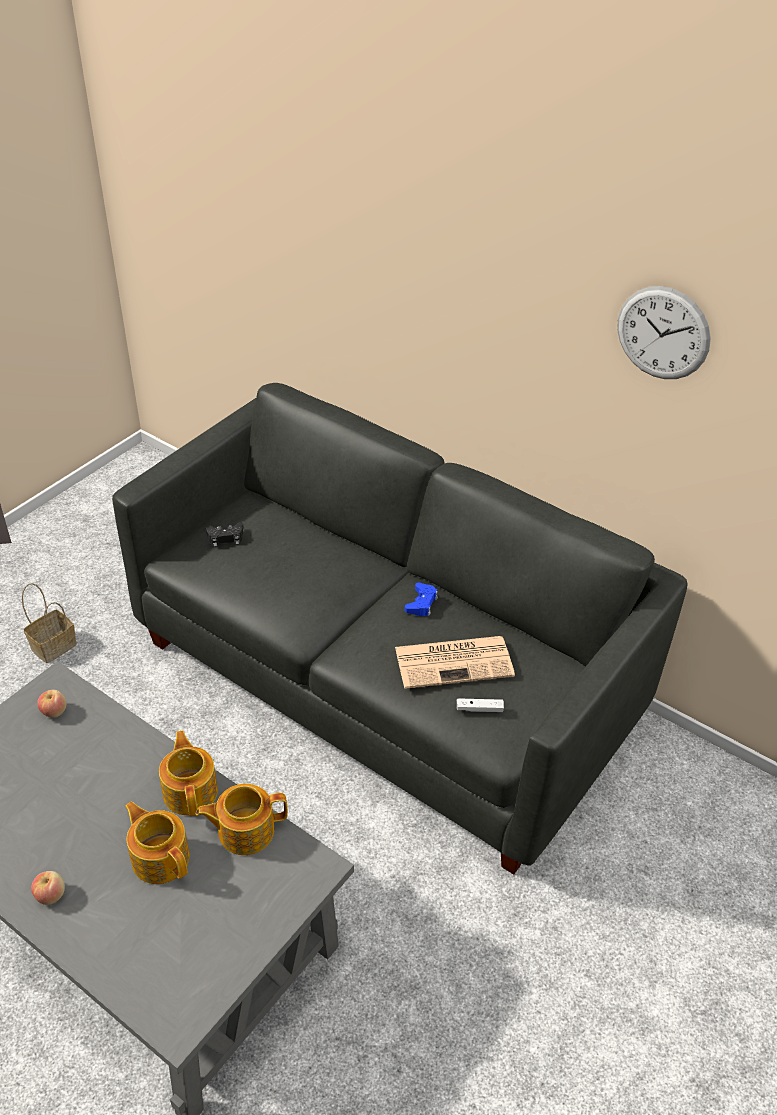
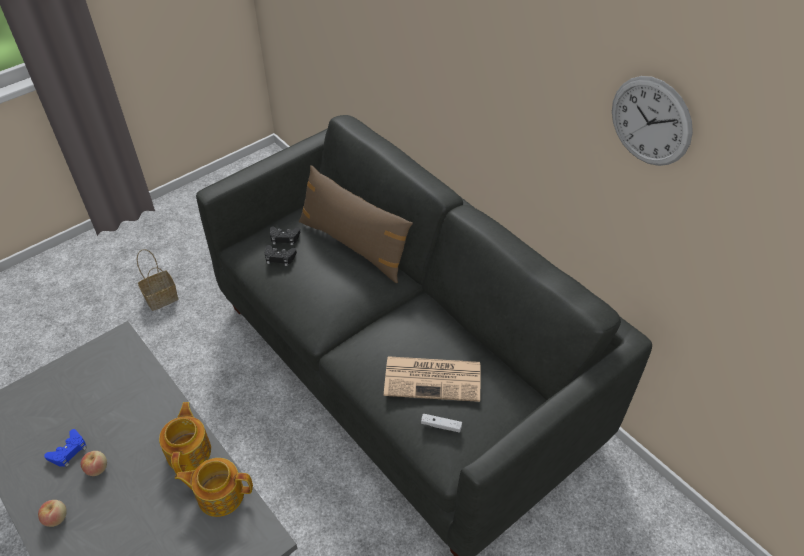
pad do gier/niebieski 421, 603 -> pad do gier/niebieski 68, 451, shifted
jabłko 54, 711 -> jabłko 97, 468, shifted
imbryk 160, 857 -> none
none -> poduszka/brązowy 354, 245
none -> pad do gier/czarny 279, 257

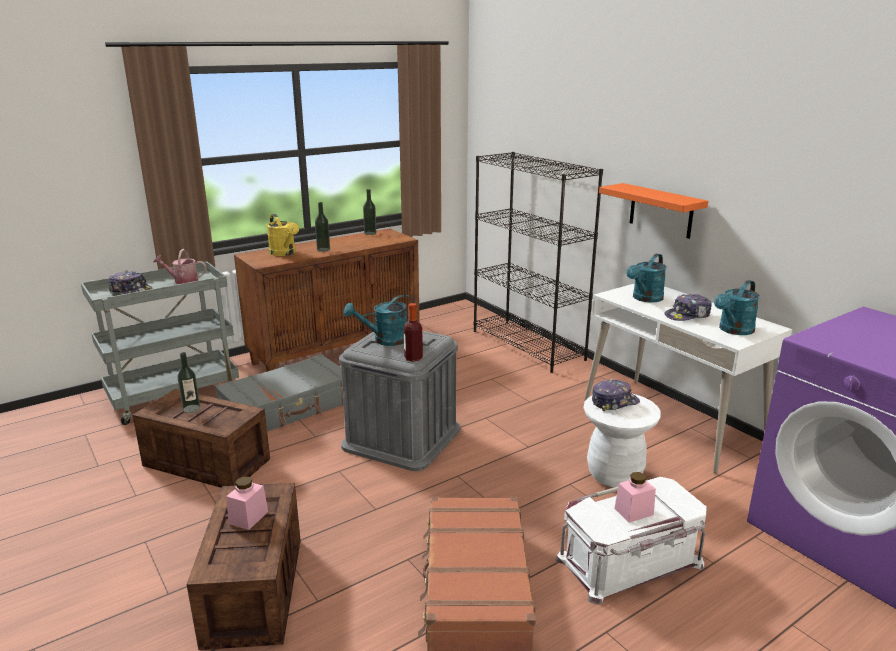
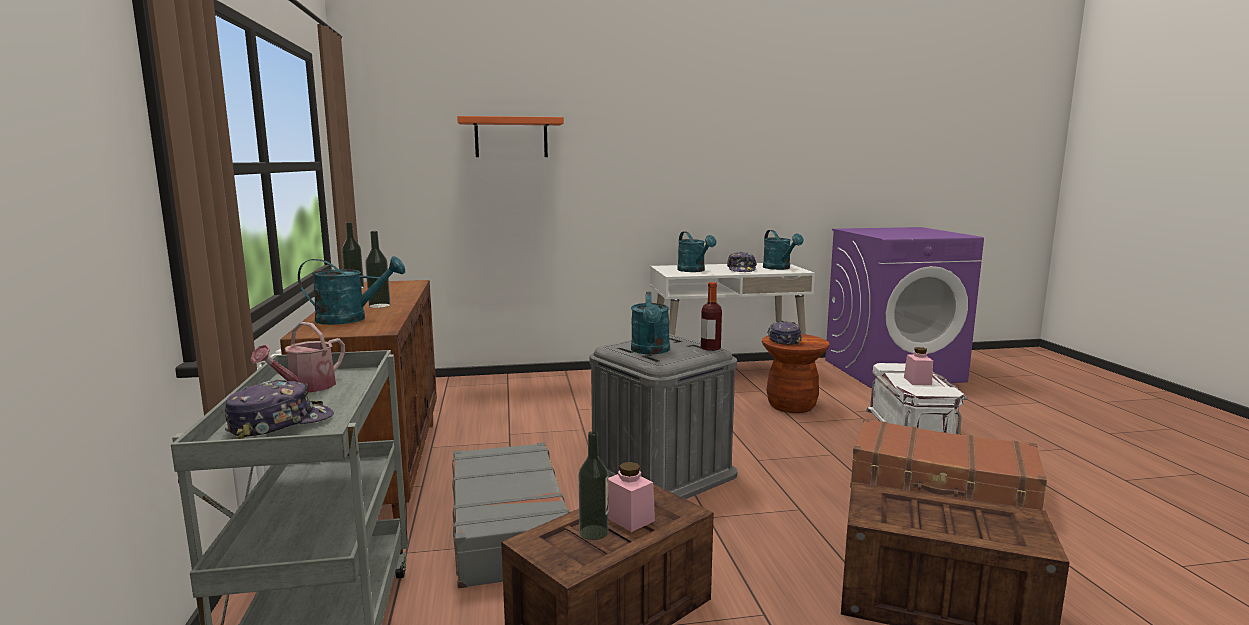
regał/czarny 528, 345 -> none
półka/pomarańczowy 661, 211 -> półka/pomarańczowy 511, 138, shifted
konewka/żółty 284, 253 -> konewka/turkusowy 351, 319
stołek/biały 614, 474 -> stołek/brązowy 791, 406
słoik/różowy 248, 517 -> słoik/różowy 629, 518, shifted

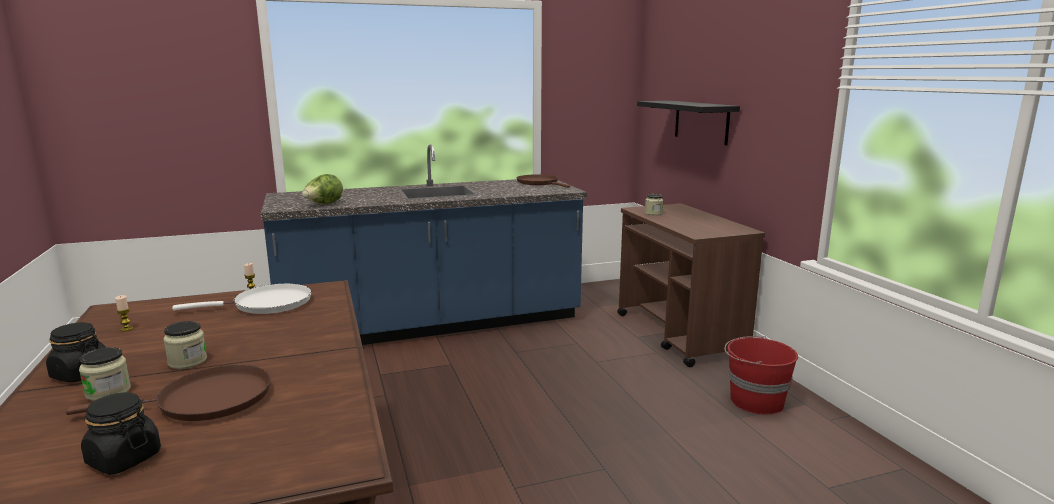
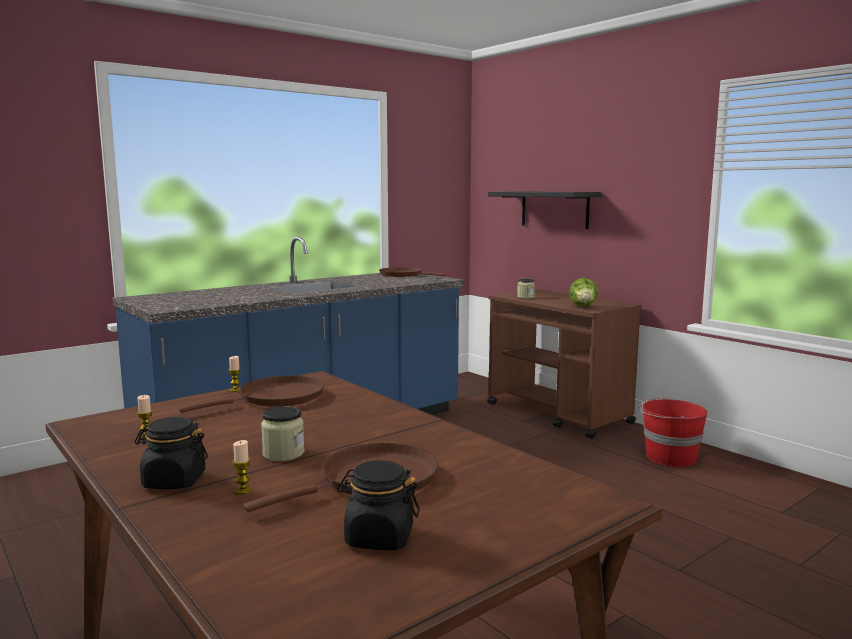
sałata 323, 204 -> sałata 583, 306, shifted
patelnia/biały 267, 304 -> patelnia/brązowy 276, 398
słoik 108, 392 -> świeca 243, 490

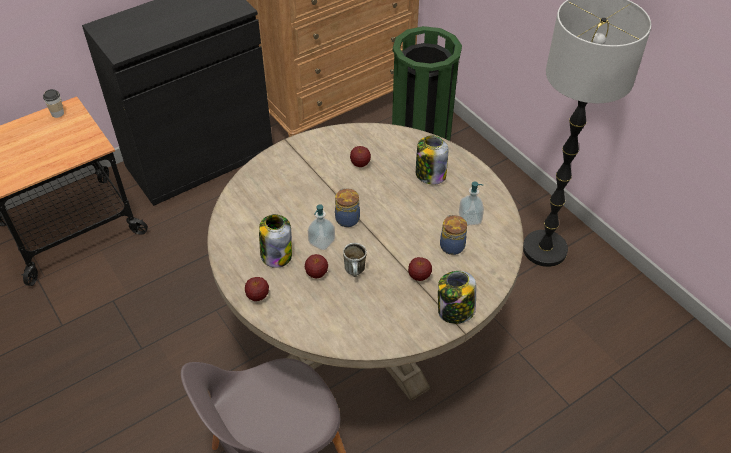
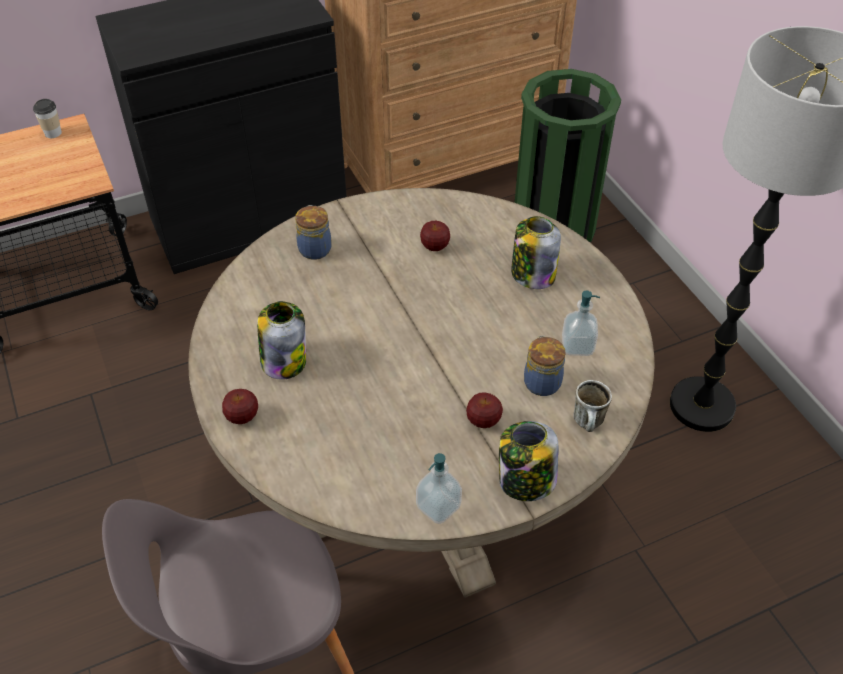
słoik 347, 218 -> słoik 315, 248, shifted
dozownik mydła 322, 241 -> dozownik mydła 438, 507, shifted
kubek 356, 272 -> kubek 589, 425, shifted
jabłko 316, 273 -> none

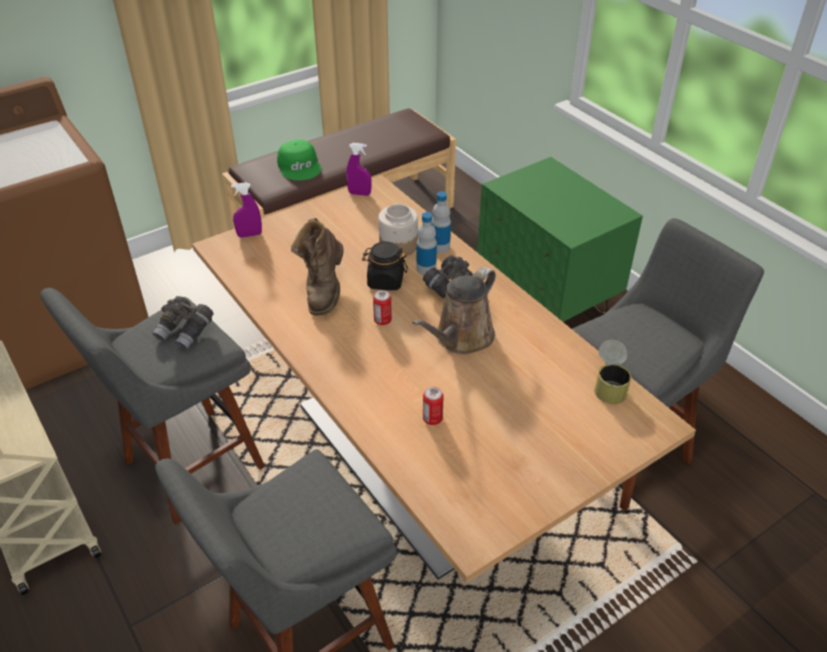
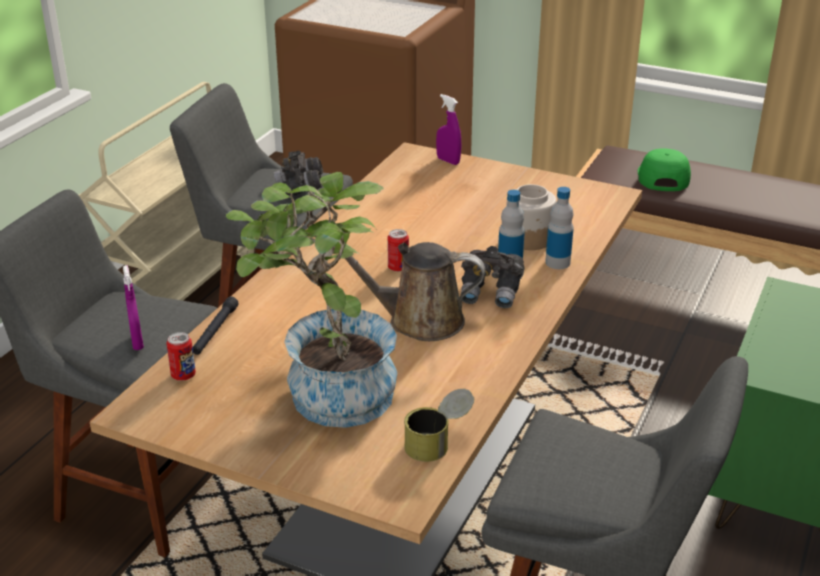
czapka z daszkiem/zielony 300, 166 -> czapka z daszkiem/zielony 662, 177, 150 degrees clockwise
spryskiwacz/fioletowy 359, 194 -> spryskiwacz/fioletowy 137, 342, shifted
but z cholewką/brązowy 324, 290 -> none
słoik/czarny 385, 281 -> none
puszka 432, 419 -> puszka 183, 375, shifted
none -> roślina doniczkowa 326, 394
none -> latarka/czarny 215, 331

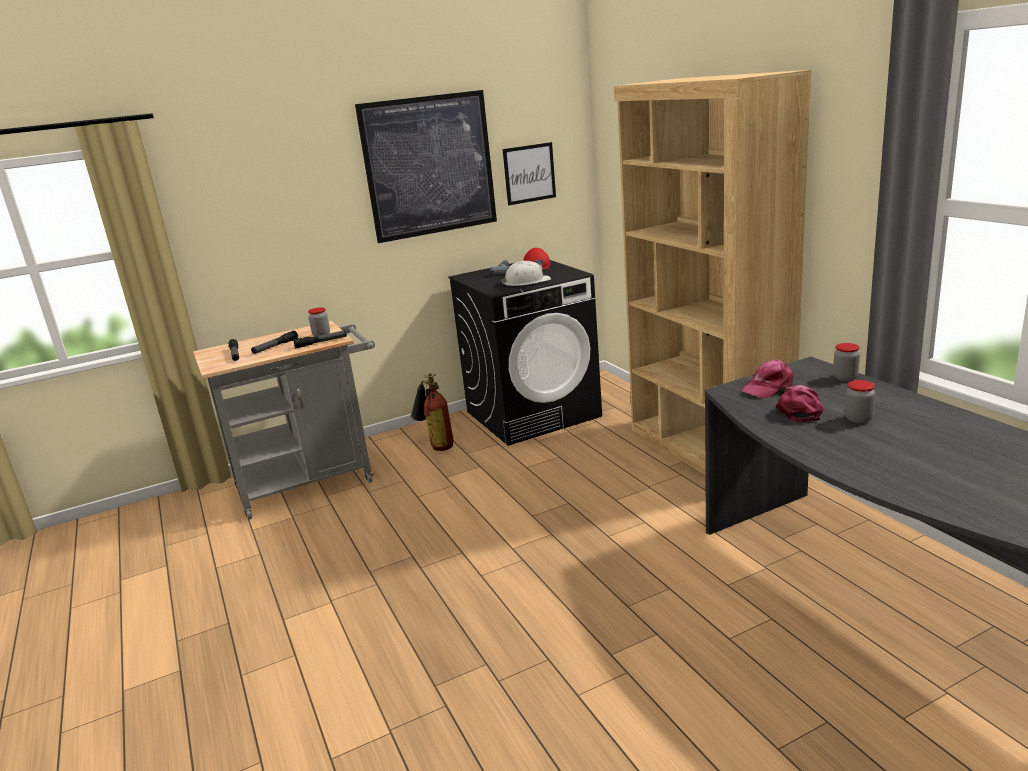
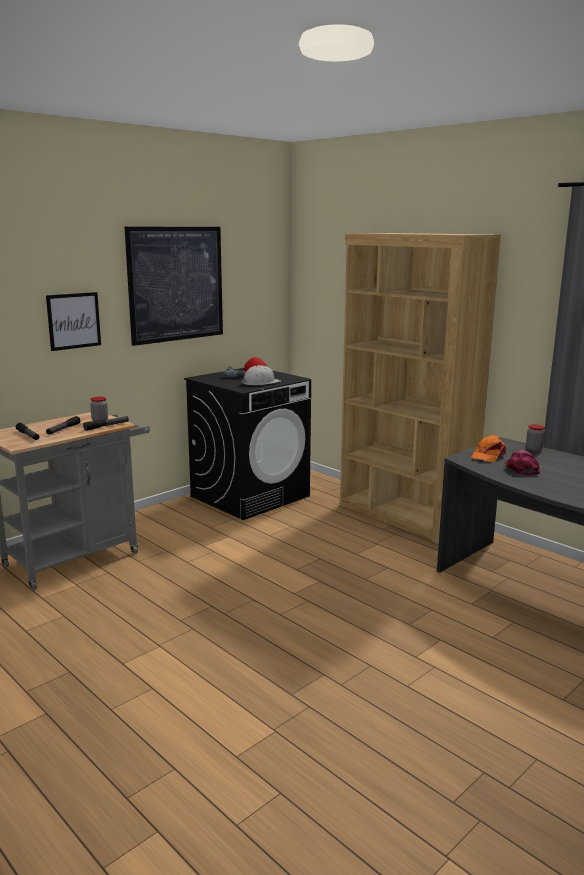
obraz 529, 173 -> obraz 74, 321, shifted
czapka z daszkiem/różowy 768, 387 -> czapka z daszkiem/pomarańczowy 488, 455
gaśnica 436, 445 -> none
słoik 858, 419 -> none

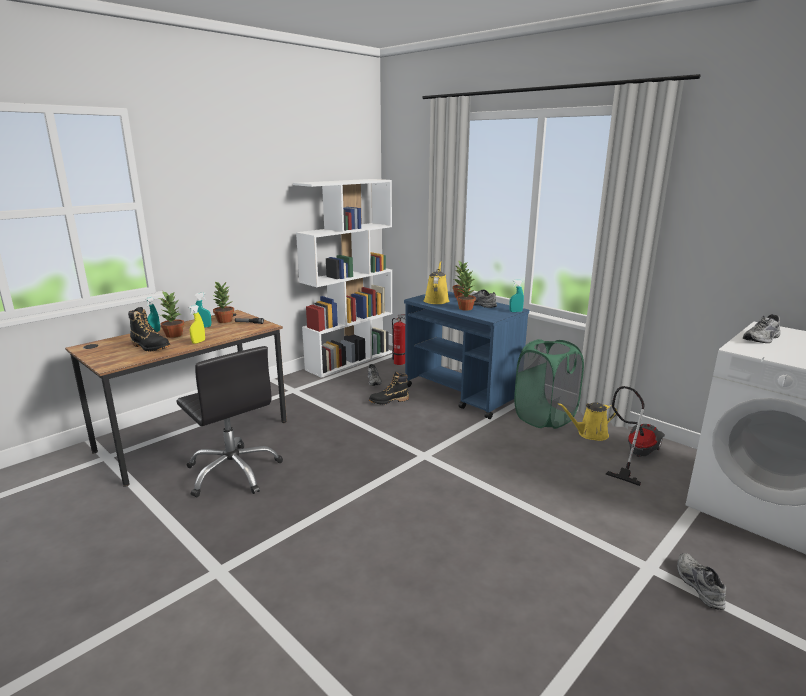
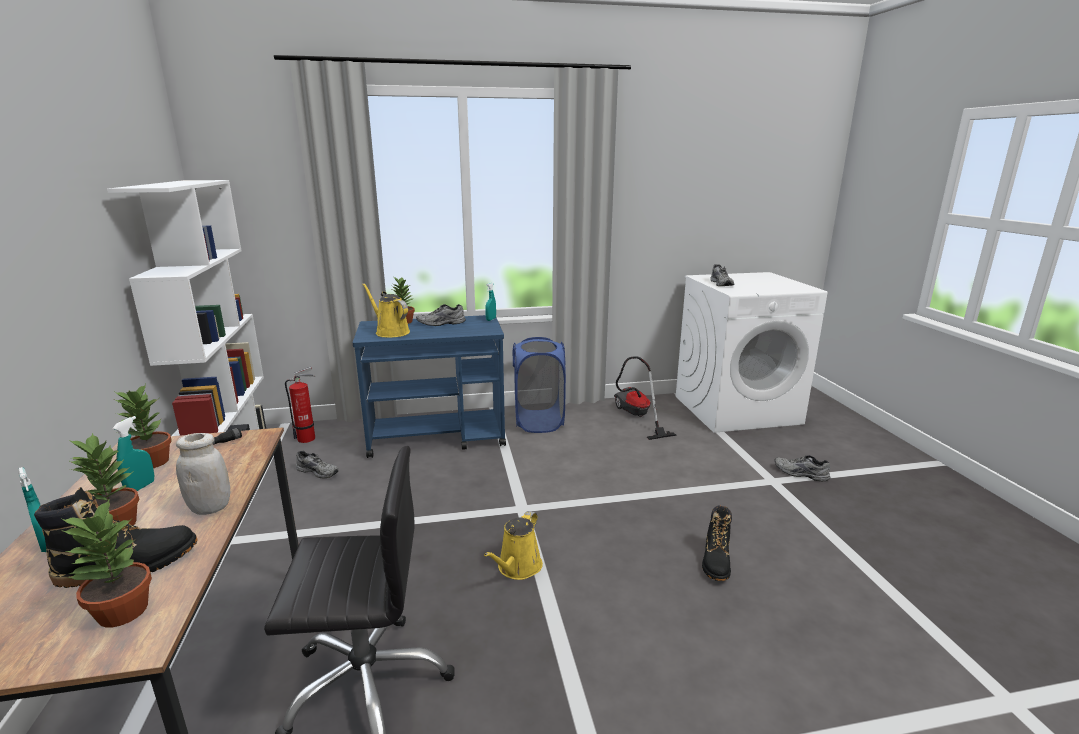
roślina doniczkowa 465, 308 -> roślina doniczkowa 121, 612, shifted
spryskiwacz/żółty 198, 342 -> słoik/biały 210, 508
kosz na pranie/zielony 545, 418 -> kosz na pranie/niebieski 539, 421
but z cholewką/czarny 389, 401 -> but z cholewką/czarny 716, 562, shifted
konewka/żółty 590, 434 -> konewka/żółty 517, 568, shifted

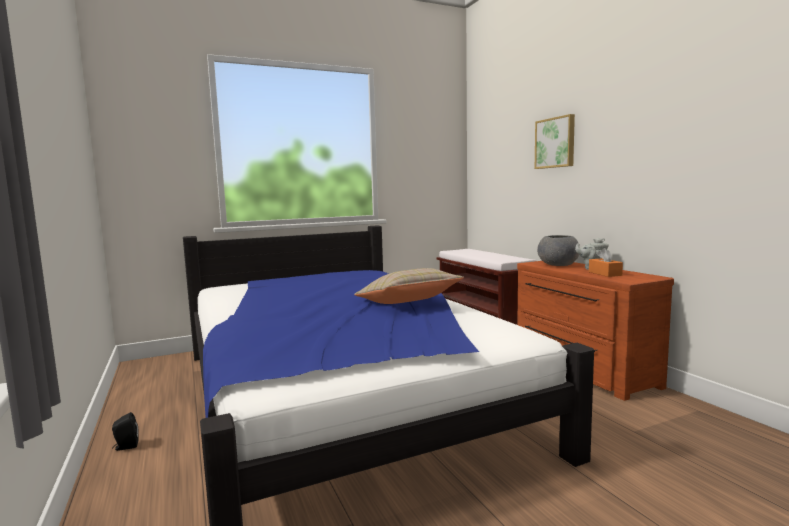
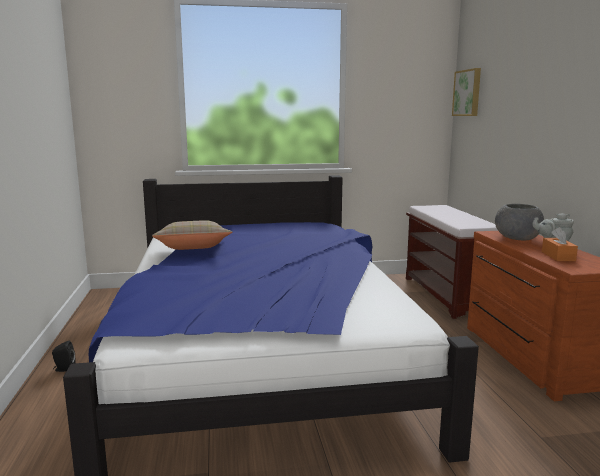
obraz 555, 143 -> obraz 468, 93, shifted
poduszka/beżowy 407, 303 -> poduszka/beżowy 193, 250, shifted

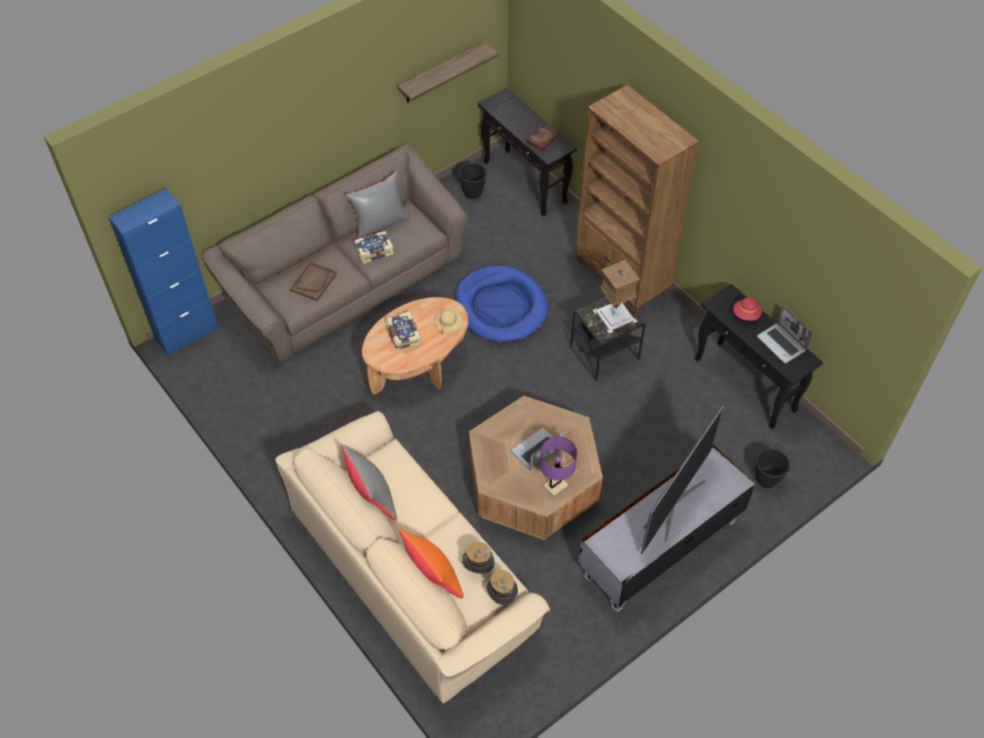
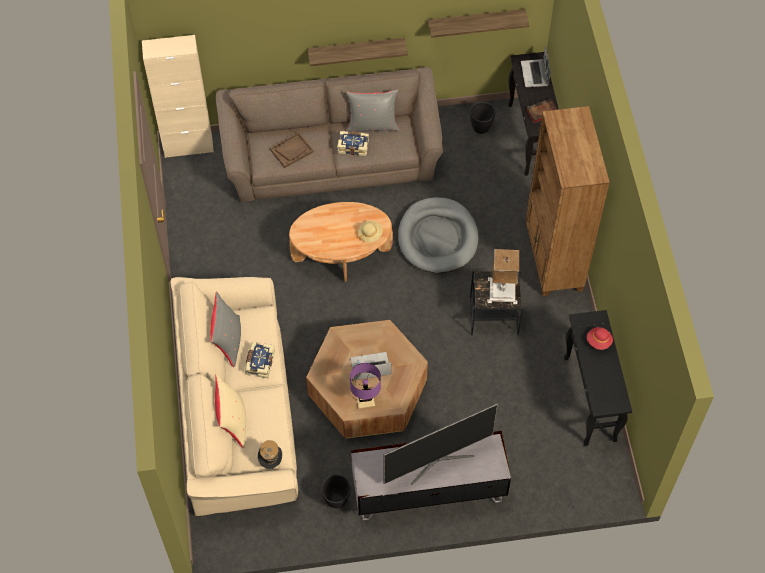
szafka/niebieski 187, 334 -> szafka/beżowy 188, 146
legowisko/niebieski 501, 307 -> legowisko/szary 437, 238
laptop 782, 344 -> laptop 535, 74, shifted
książka 403, 336 -> książka 259, 362, shifted
donica/czarny 766, 480 -> donica/czarny 336, 501, shifted
poduszka/pomarańczowy 432, 576 -> poduszka/beżowy 232, 421
kapelusz 478, 568 -> none
none -> półka 356, 50

